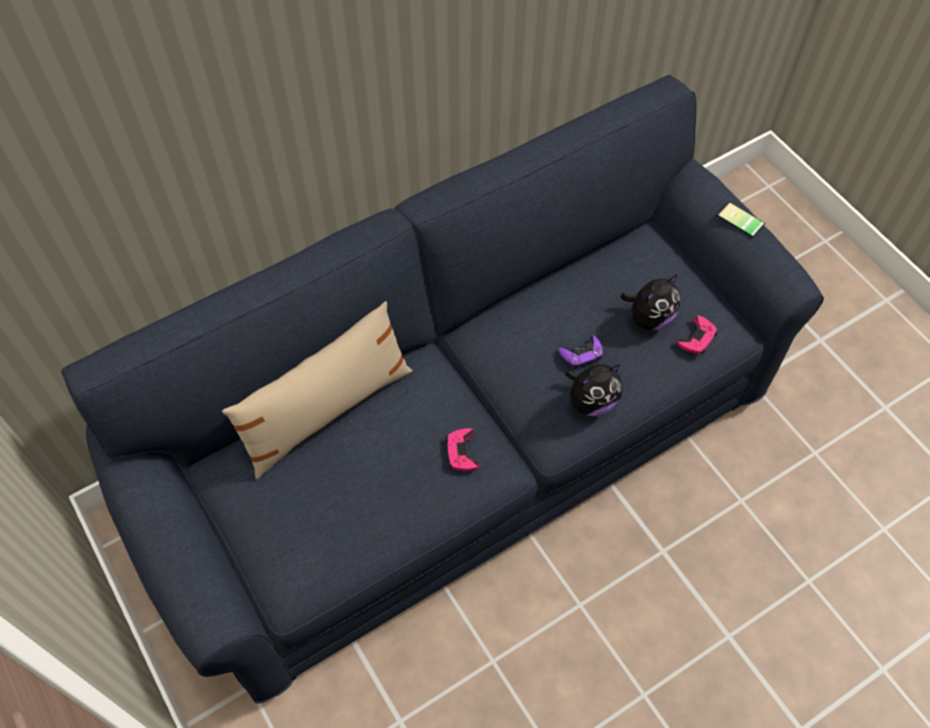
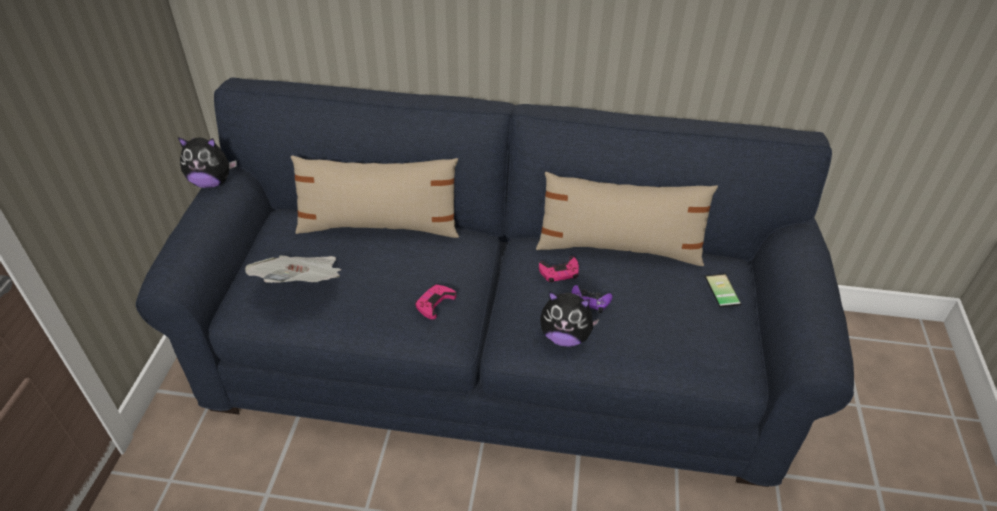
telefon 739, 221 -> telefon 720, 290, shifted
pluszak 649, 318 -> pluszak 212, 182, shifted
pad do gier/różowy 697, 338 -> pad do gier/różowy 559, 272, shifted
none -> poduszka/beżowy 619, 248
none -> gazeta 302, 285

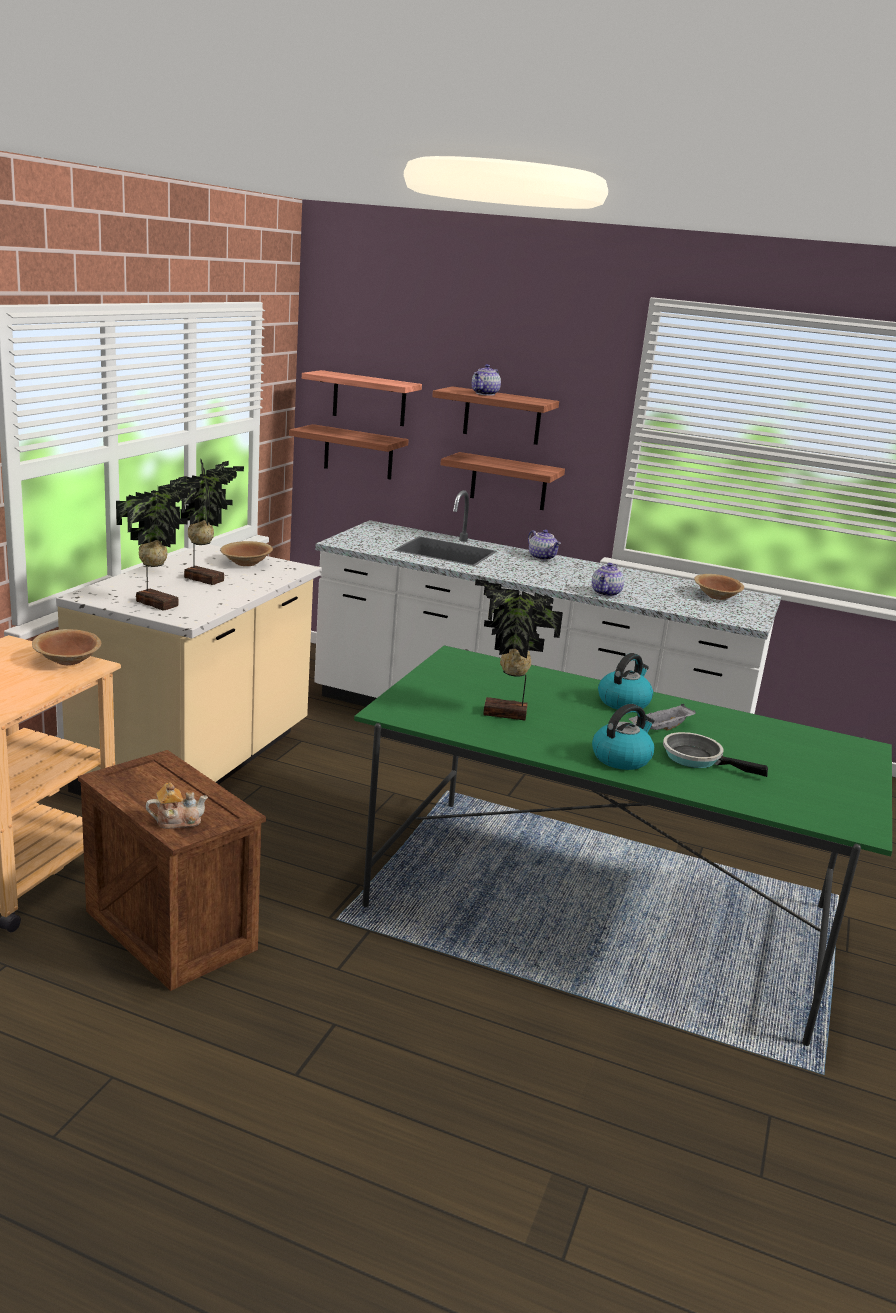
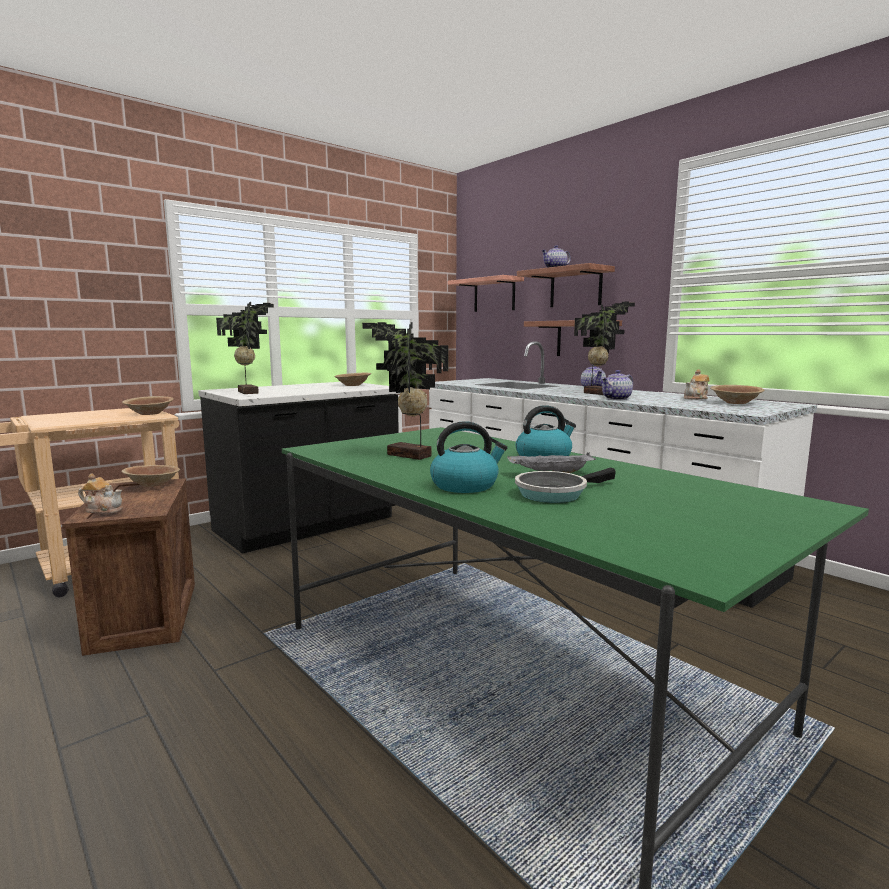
półka 358, 452 -> none
roślina doniczkowa 205, 579 -> roślina doniczkowa 599, 393, shifted
zabudowa kuchenna/beżowy 198, 762 -> zabudowa kuchenna/czarny 309, 525
patelnia 697, 758 -> patelnia 555, 493, 90 degrees counterclockwise
none -> imbryk 696, 398
none -> miska/brązowy 153, 484

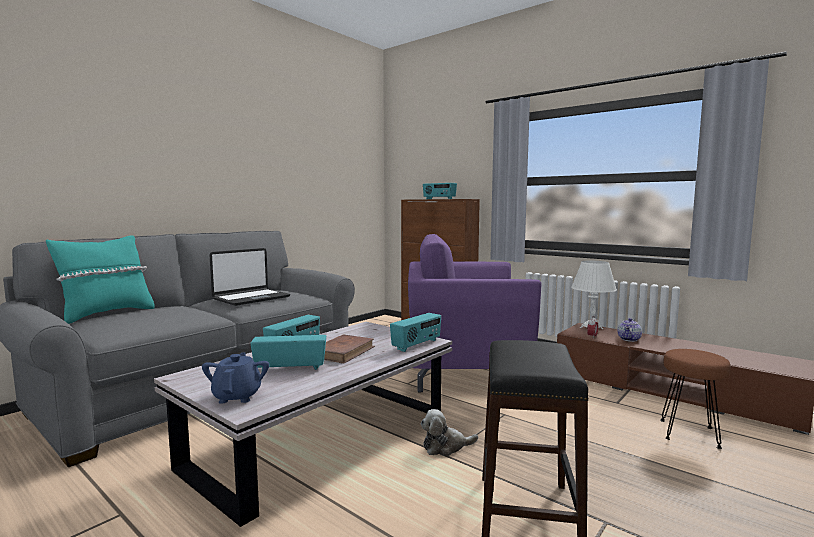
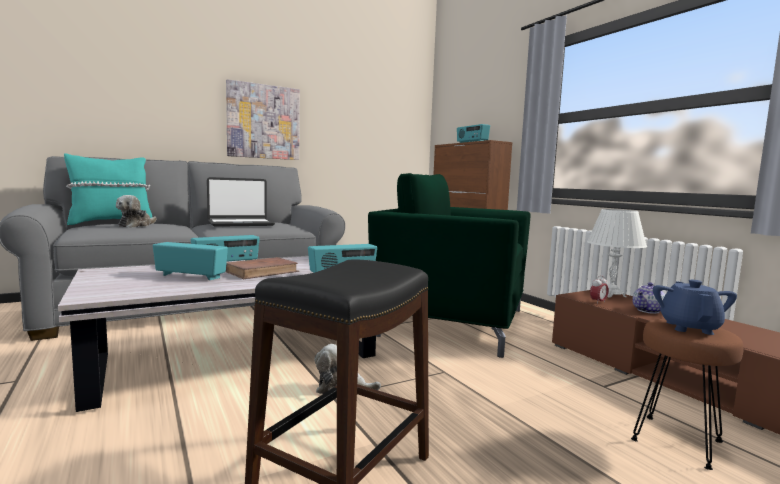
fotel/fioletowy 463, 366 -> fotel/zielony 451, 321
imbryk/niebieski 237, 396 -> imbryk/niebieski 689, 327, shifted
none -> obraz 263, 122
none -> pluszak 136, 225

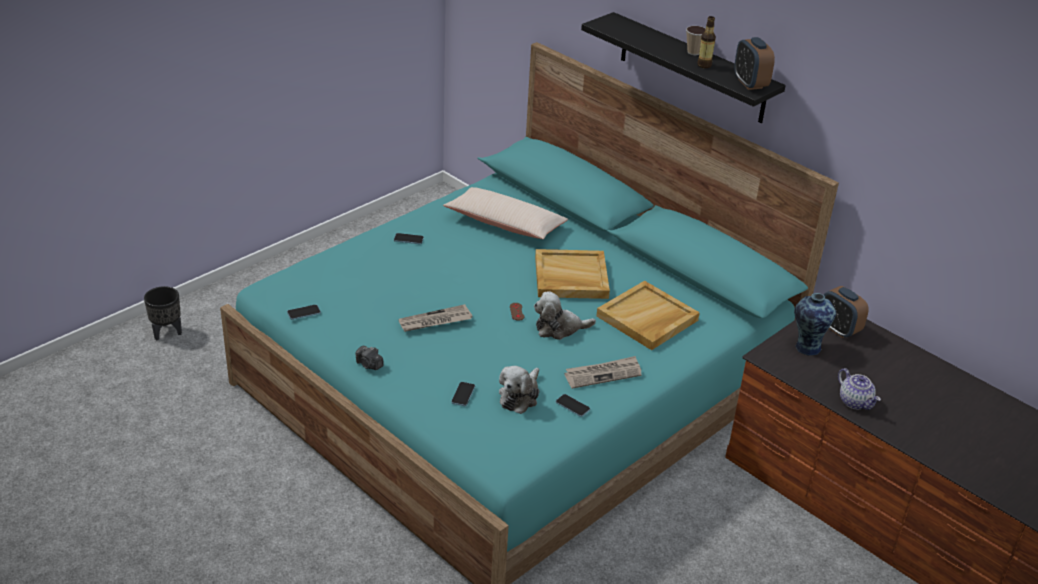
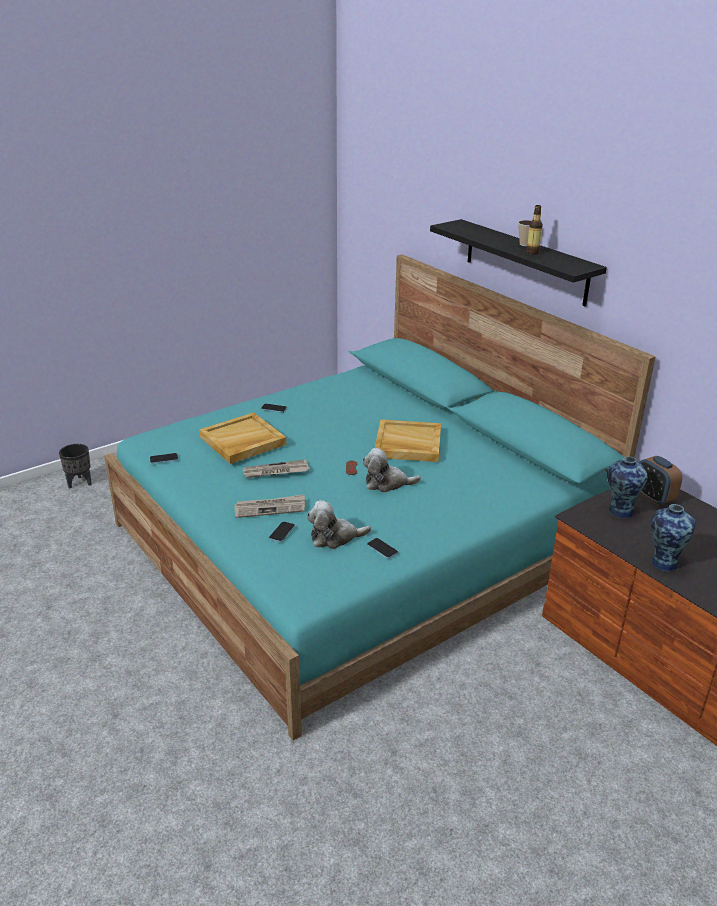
budzik 750, 83 -> none
poduszka/beżowy 505, 224 -> none
taca/beżowy 647, 319 -> taca/beżowy 242, 441, shifted
aparat fotograficzny 369, 365 -> none
gazeta 603, 374 -> gazeta 270, 508, shifted
pluszak 520, 396 -> pluszak 335, 537, 45 degrees clockwise
imbryk 855, 402 -> wazon 663, 562

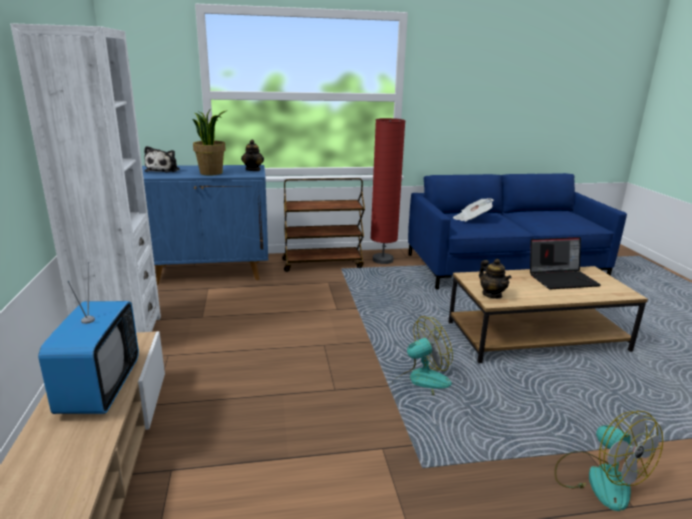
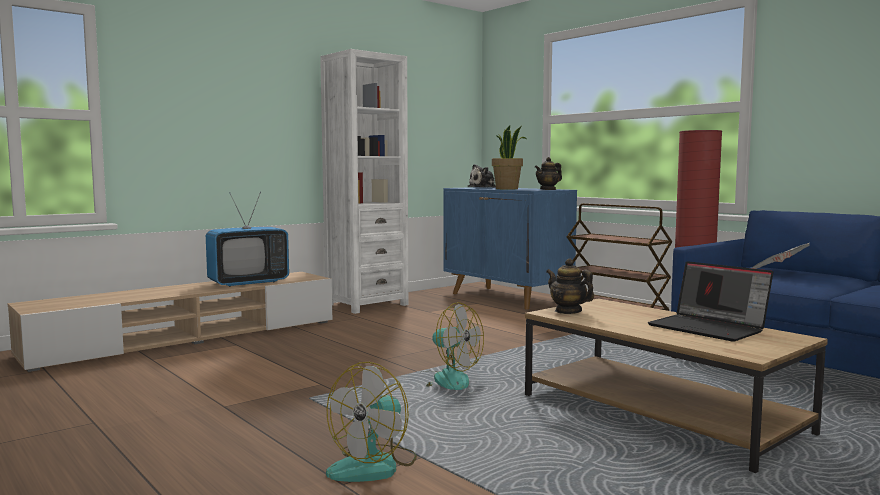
imbryk 492, 295 -> imbryk 568, 311, 105 degrees clockwise

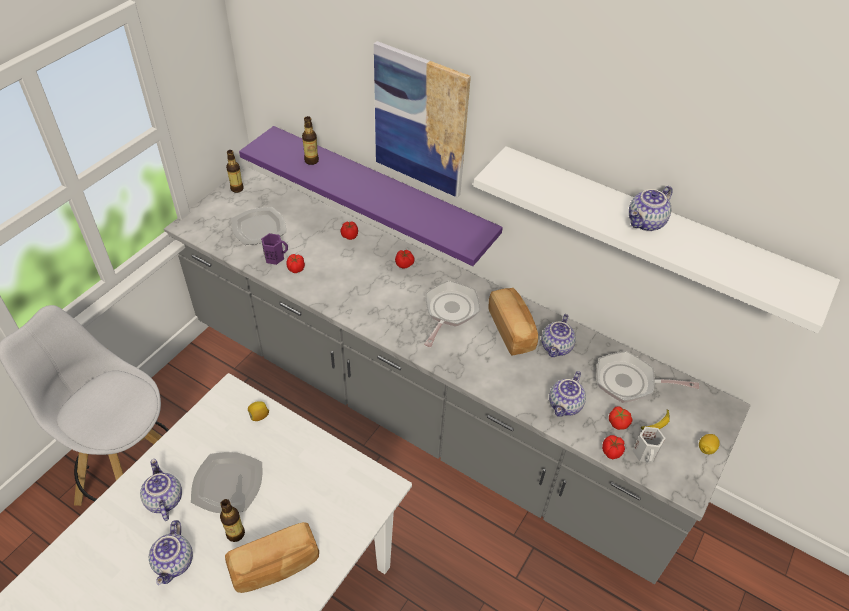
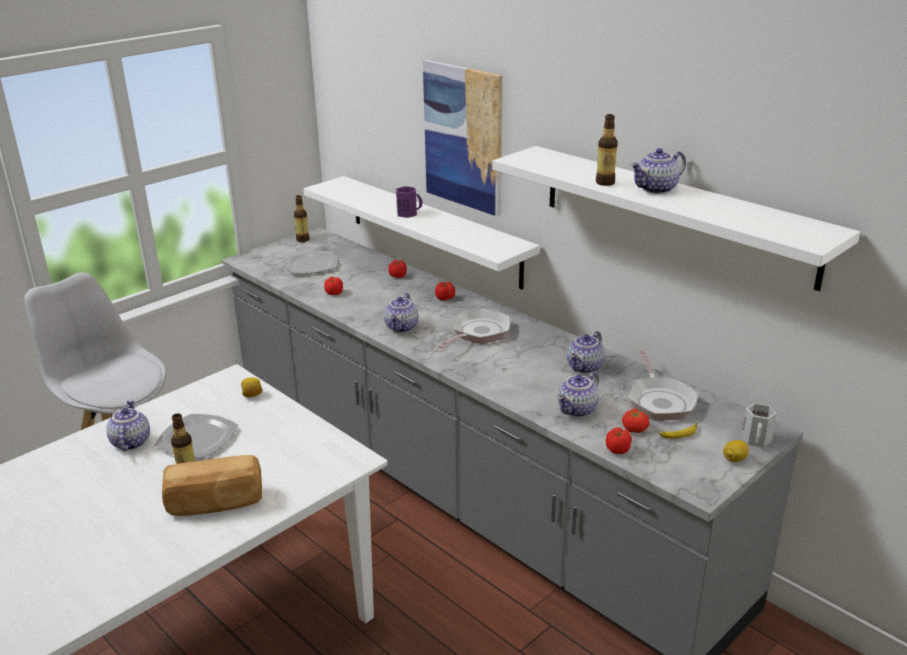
butelka 311, 161 -> butelka 605, 183, shifted
półka/fioletowy 381, 192 -> półka/biały 433, 230
kubek/fioletowy 275, 256 -> kubek/fioletowy 407, 213, shifted
chleb 512, 330 -> none
patelnia 629, 382 -> patelnia 660, 400, 120 degrees counterclockwise
kubek/biały 646, 453 -> kubek/biały 757, 439, shifted
imbryk 175, 563 -> imbryk 402, 327, shifted

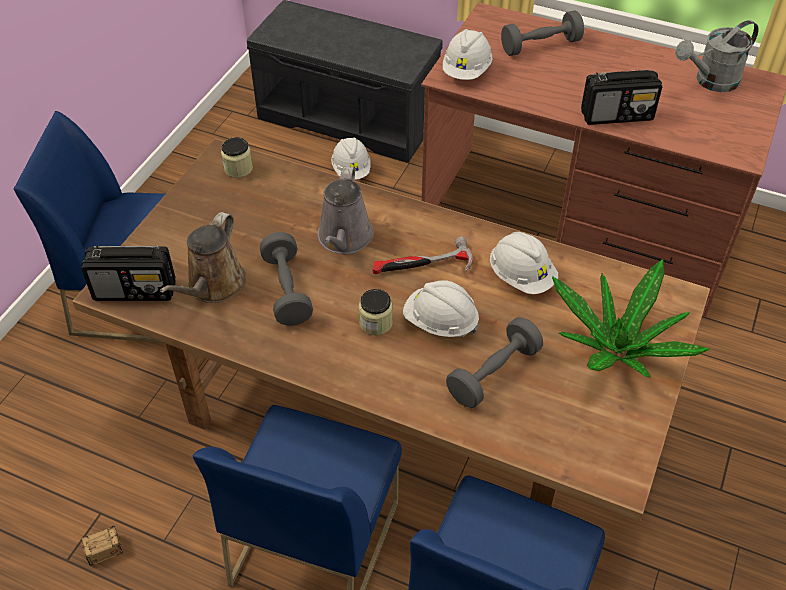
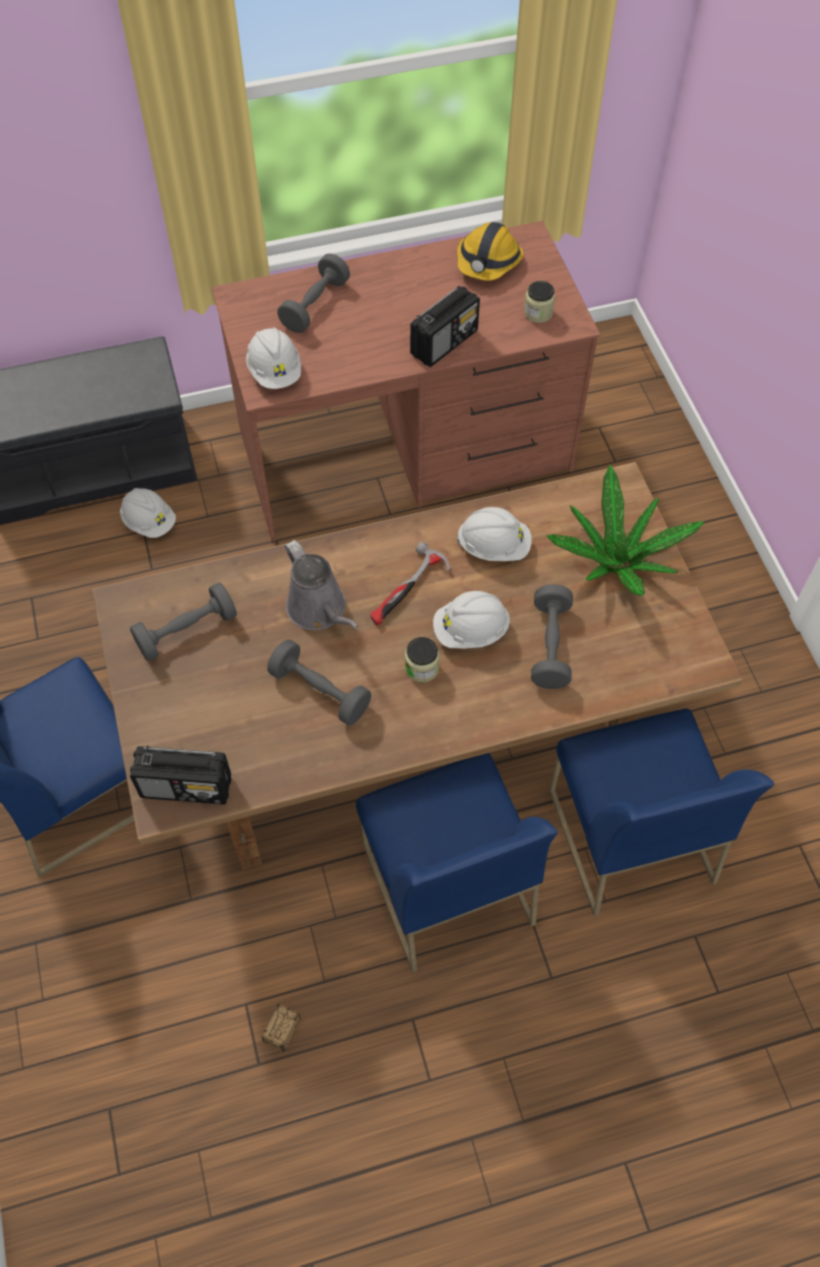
konewka/szary 711, 82 -> kask 488, 262
słoik 238, 168 -> słoik 538, 313, shifted
konewka/brązowy 213, 286 -> none
radio 136, 290 -> radio 187, 787, 45 degrees clockwise
none -> hantel/szary 186, 631

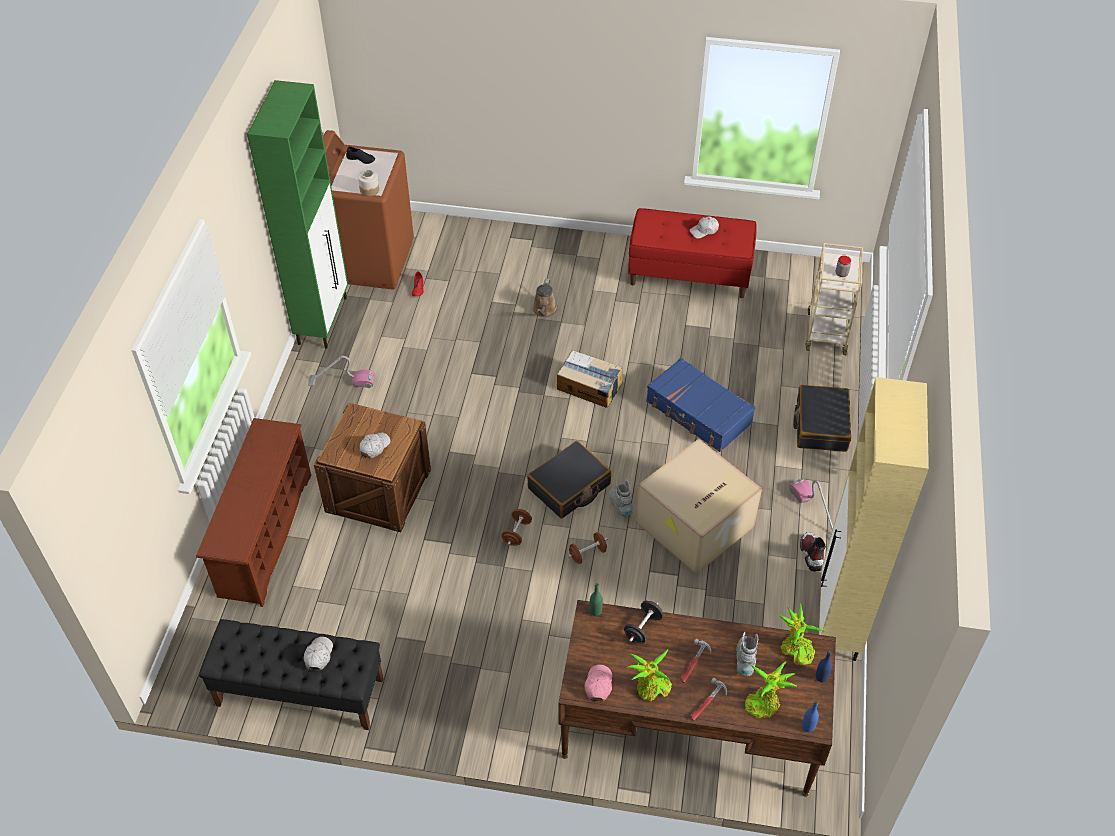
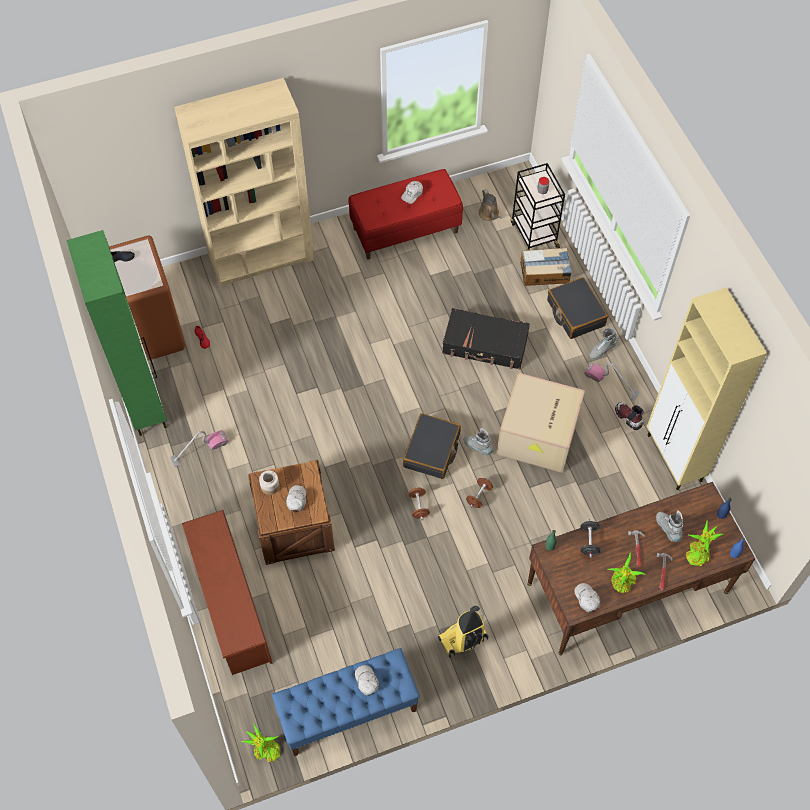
słoik 369, 190 -> słoik 270, 486, shifted
wózek/beżowy 826, 332 -> wózek/czarny 533, 234
konewka/brązowy 544, 310 -> konewka/brązowy 489, 214, shifted
karton 589, 386 -> karton 545, 272, shifted
walizka/niebieski 698, 413 -> walizka/czarny 485, 345
roślina doniczkowa 795, 650 -> roślina doniczkowa 265, 750, shifted
ławka/czarny 299, 692 -> ławka/niebieski 347, 711
czapka z daszkiem/różowy 598, 685 -> czapka z daszkiem/biały 587, 599
none -> regał/beżowy 261, 257
none -> but z cholewką/szary 602, 350
none -> odkurzacz 463, 639

